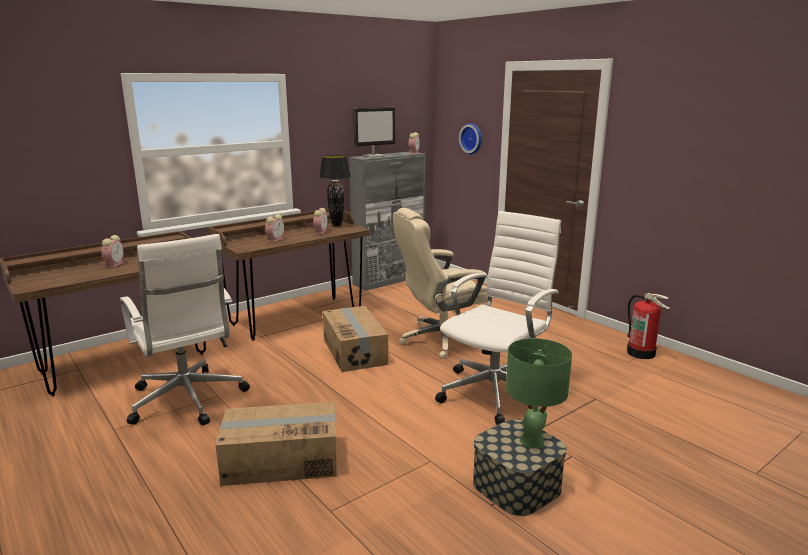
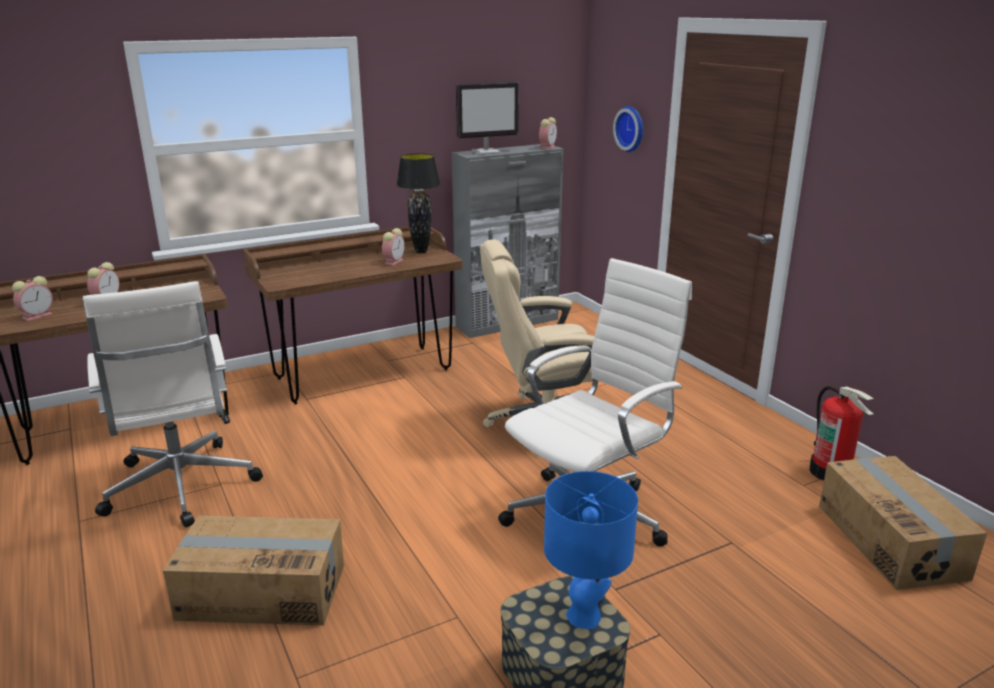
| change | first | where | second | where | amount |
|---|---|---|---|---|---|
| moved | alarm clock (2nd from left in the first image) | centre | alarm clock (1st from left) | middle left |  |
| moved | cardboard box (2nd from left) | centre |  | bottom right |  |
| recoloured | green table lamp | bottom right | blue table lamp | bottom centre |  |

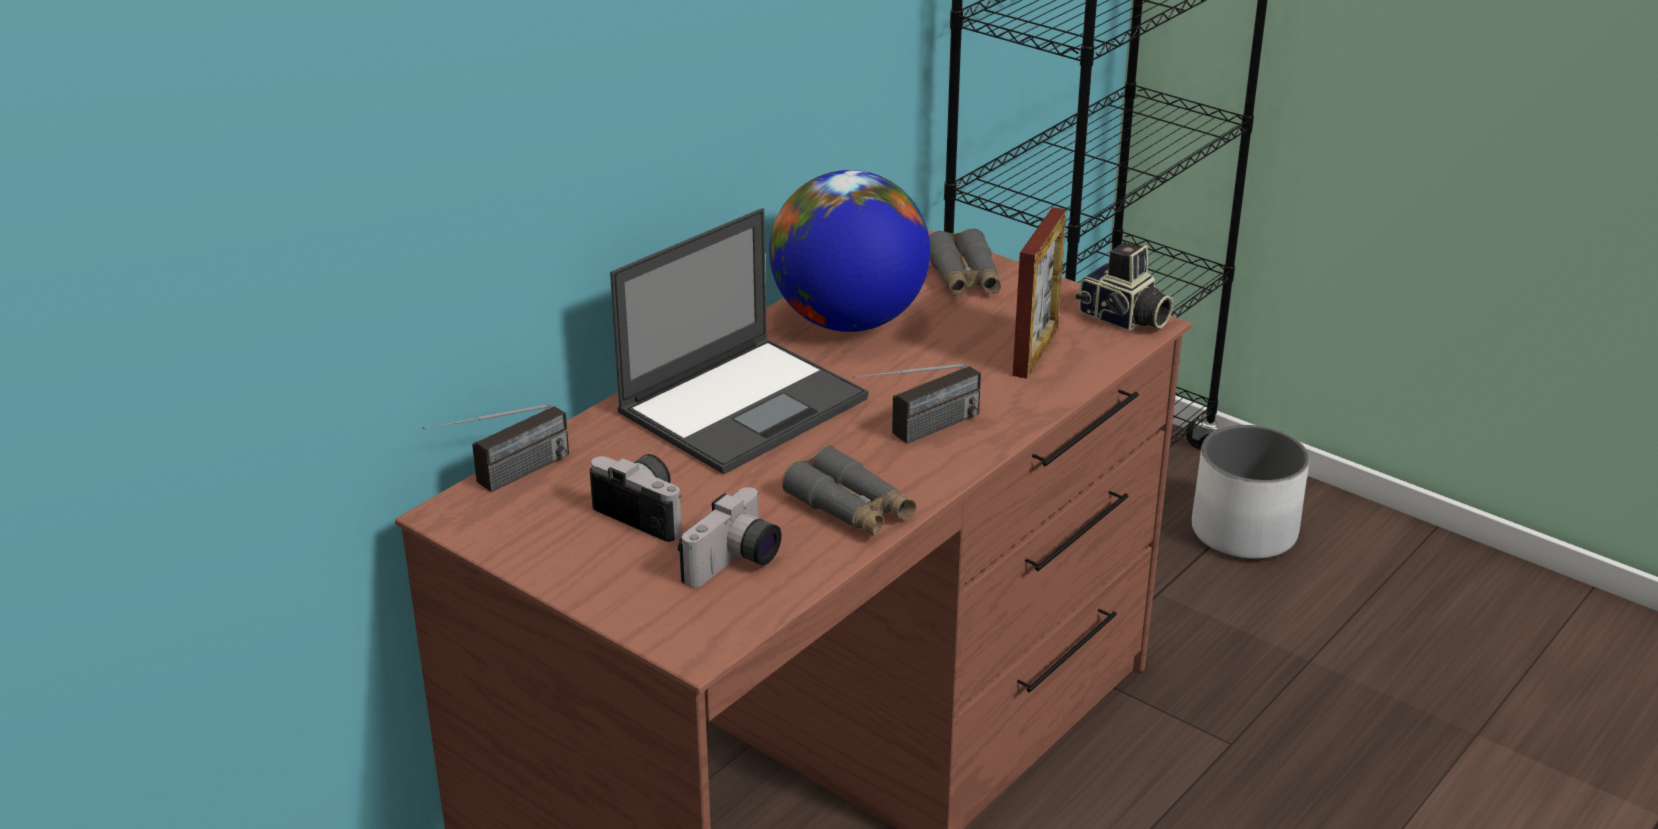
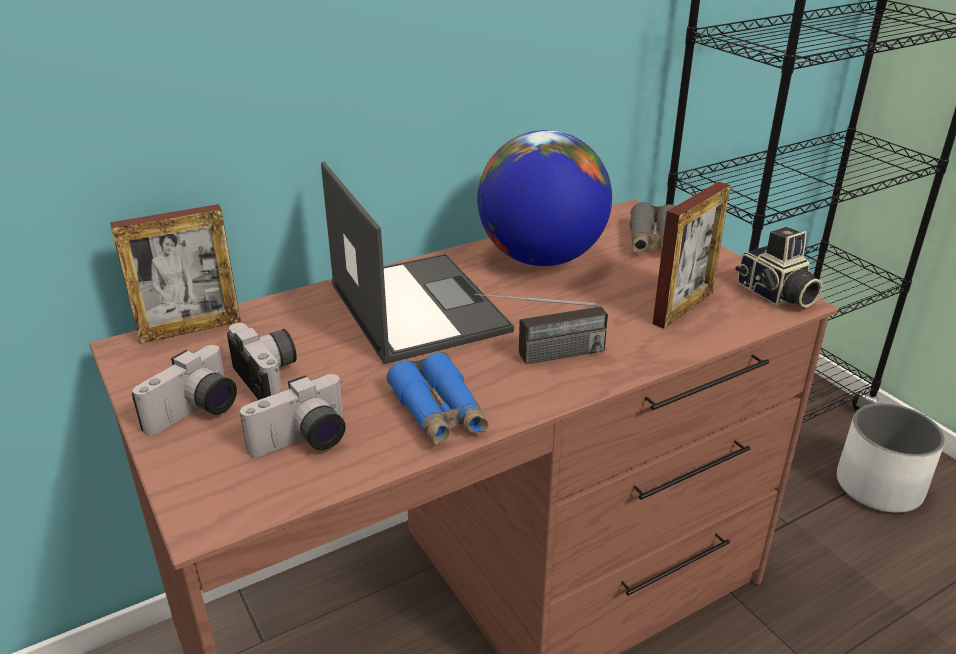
| change | first | where | second | where | amount |
|---|---|---|---|---|---|
| replaced | radio (1st from left) | middle left | picture frame (1st from left) | middle left |  |
| turned | laptop | centre |  | centre | 90 degrees counterclockwise |
| recoloured | grey binoculars (1st from left) | centre | blue binoculars | centre |  |
| added |  |  | photo camera (1st from left) | middle left |  |

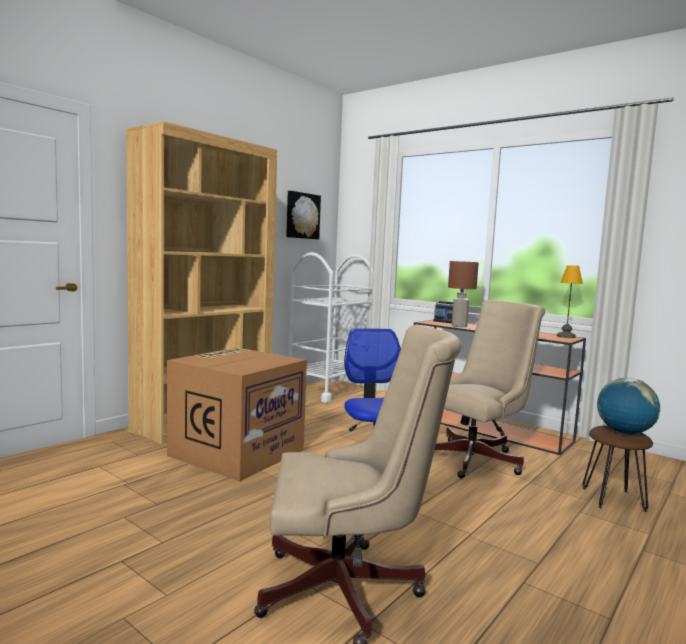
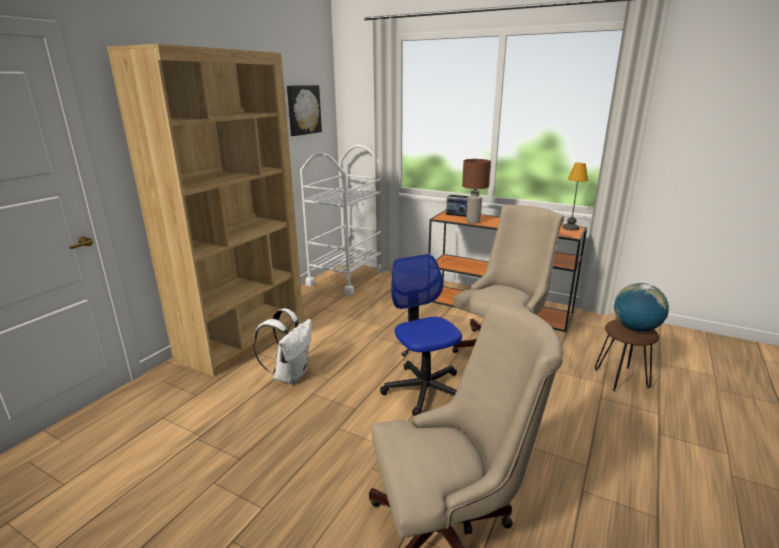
| change | first | where | second | where | amount |
|---|---|---|---|---|---|
| replaced | cardboard box | centre | white backpack | centre |  |

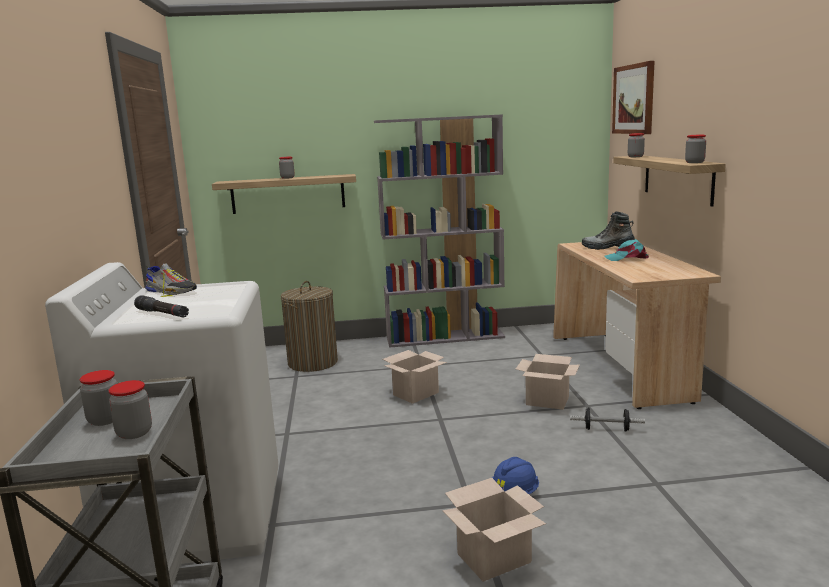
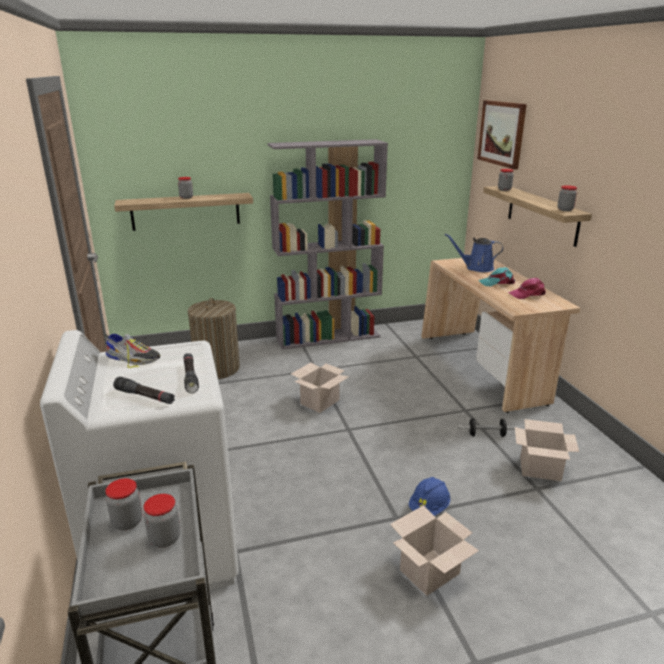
| change | first | where | second | where | amount |
|---|---|---|---|---|---|
| moved | cardboard box (3rd from left) | centre |  | bottom right |  |
| replaced | boot | middle right | blue watering can | middle right |  |
| added |  |  | black flashlight (2nd from left) | middle left |  |
| added |  |  | pink cap | middle right |  |

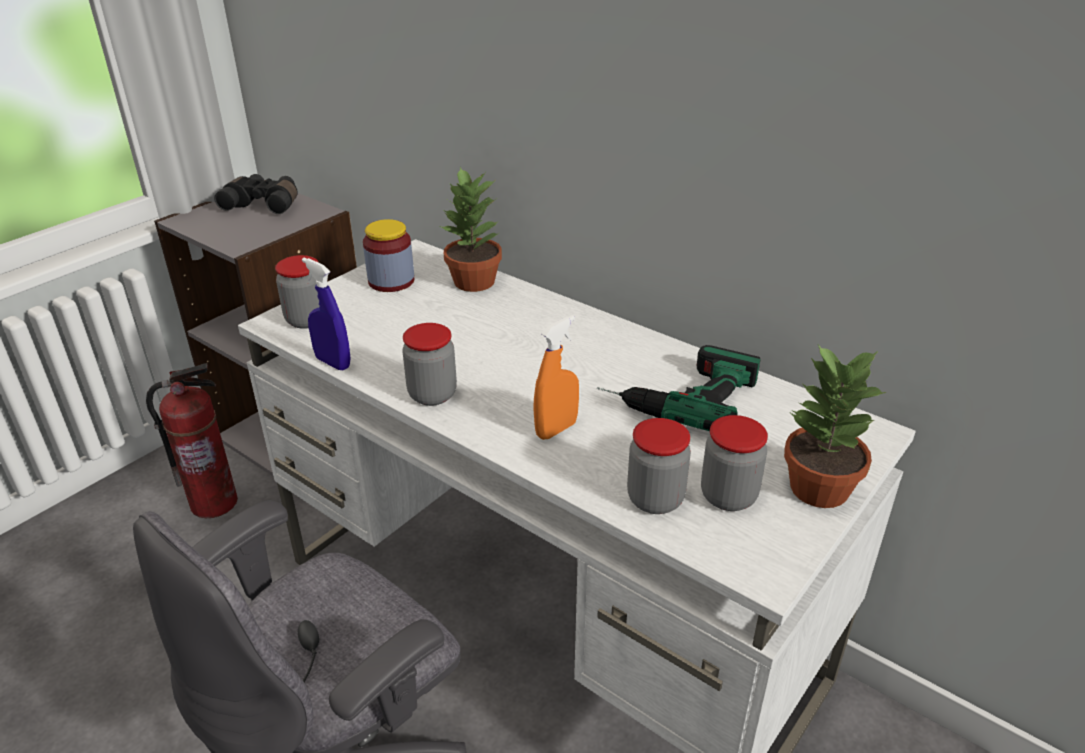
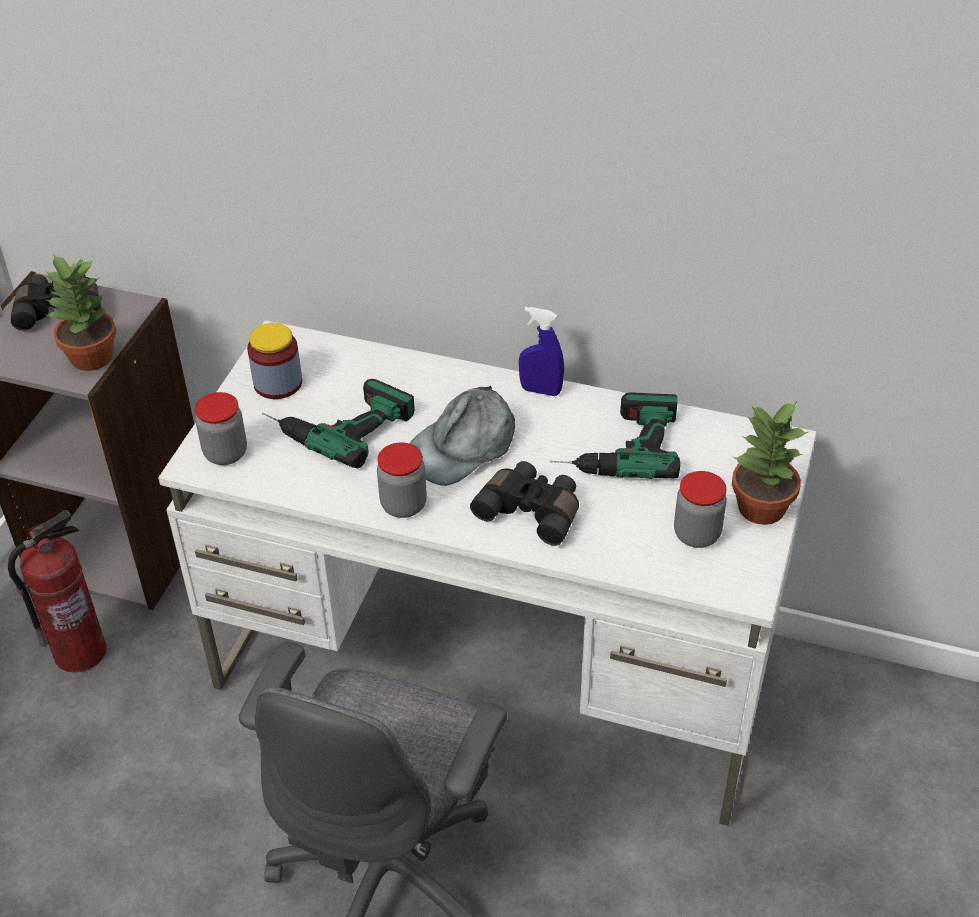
| change | first | where | second | where | amount |
|---|---|---|---|---|---|
| moved | blue spray bottle | middle left |  | centre |  |
| moved | potted plant (1st from left) | top centre |  | middle left |  |
| replaced | orange spray bottle | centre | black binoculars (2nd from left) | centre |  |
| removed | jar (4th from left) | centre |  |  |  |
| added |  |  | power drill (1st from left) | centre |  |
| added |  |  | grey cap | centre |  |

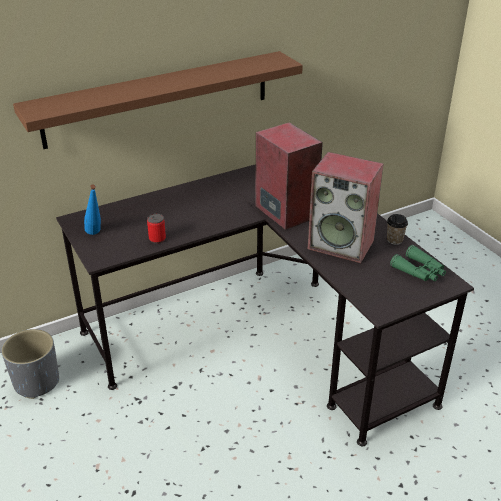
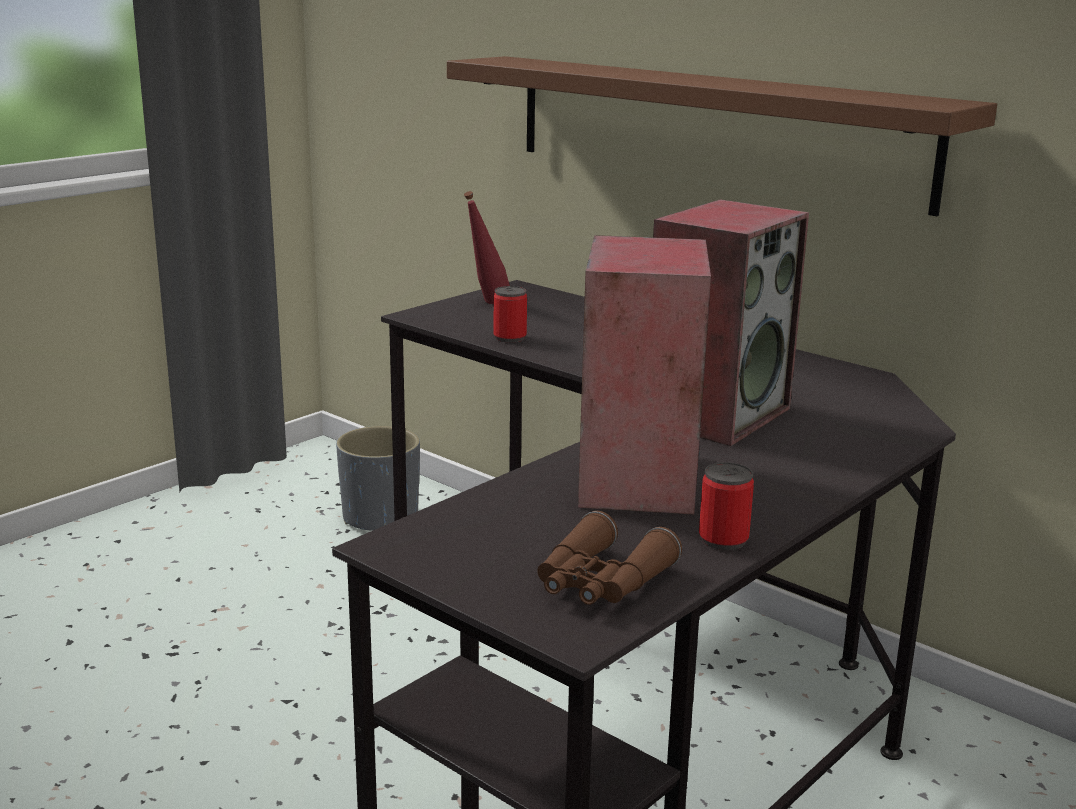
| change | first | where | second | where | amount |
|---|---|---|---|---|---|
| recoloured | blue bottle | middle left | red bottle | top centre |  |
| replaced | cup | middle right | can (2nd from left) | middle right |  |
| recoloured | green binoculars | middle right | brown binoculars | bottom centre |  |

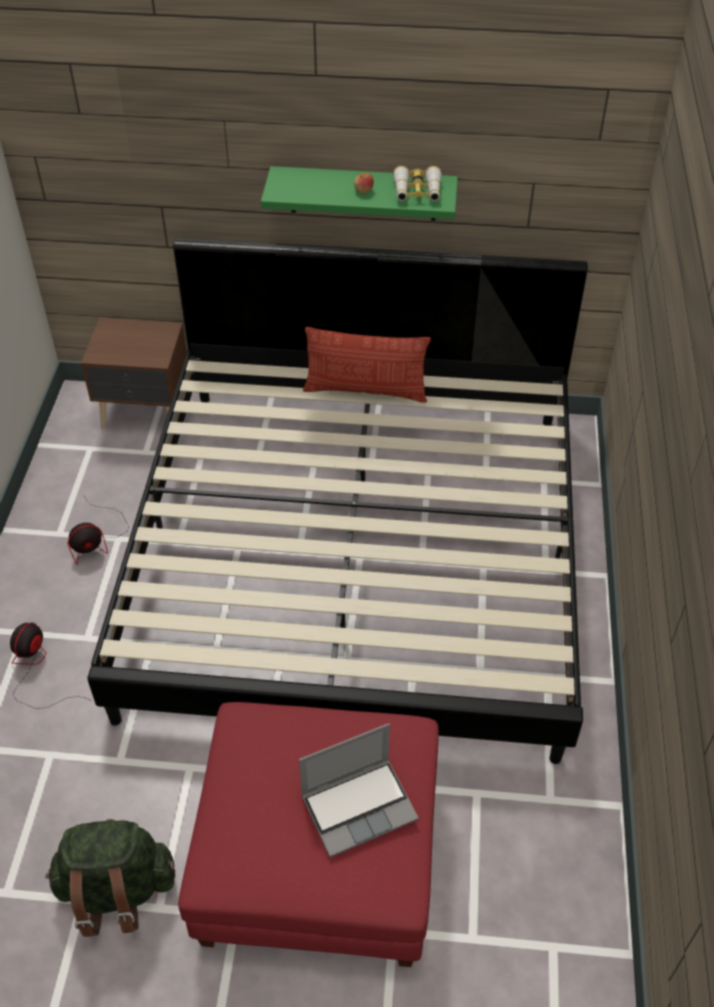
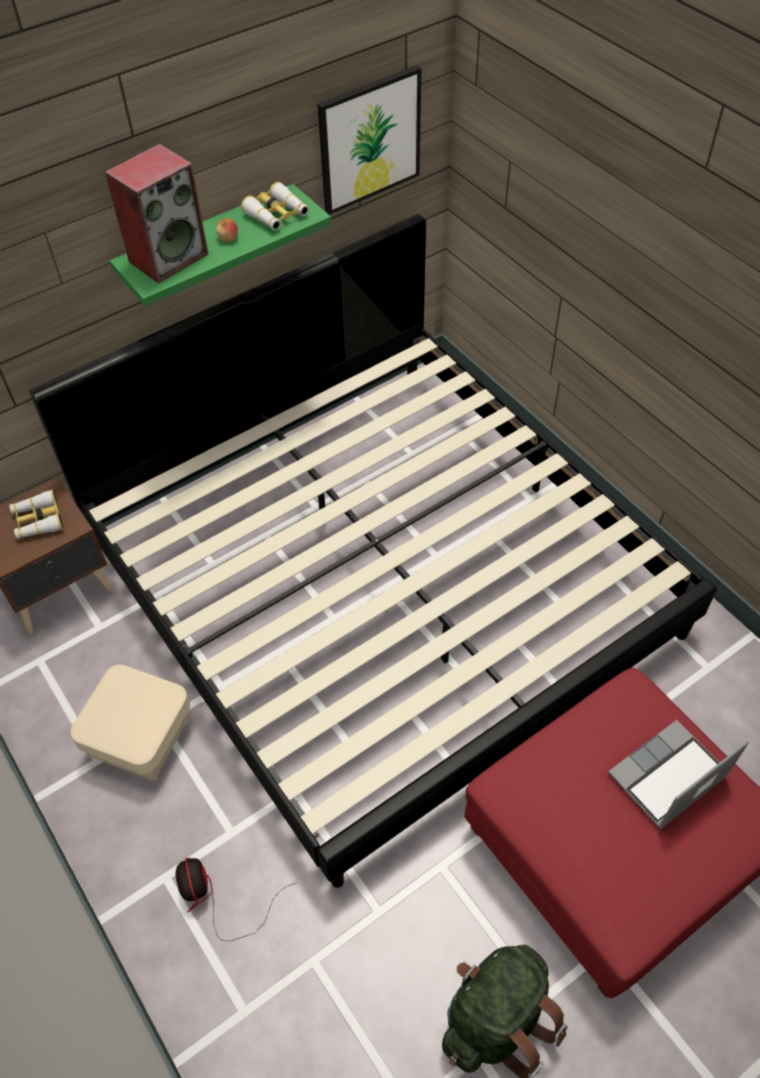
| change | first | where | second | where | amount |
|---|---|---|---|---|---|
| replaced | fan (2nd from left) | middle left | beige ottoman | bottom left |  |
| turned | laptop | bottom centre |  | bottom right | 150 degrees counterclockwise |
| removed | pillow | centre |  |  |  |
| added |  |  | binoculars (1st from left) | middle left |  |
| added |  |  | speaker | top left |  |
| added |  |  | picture | top centre |  |

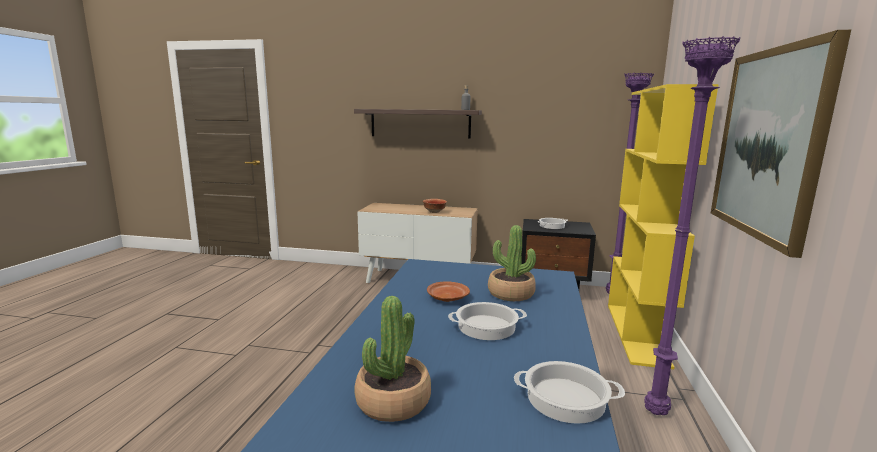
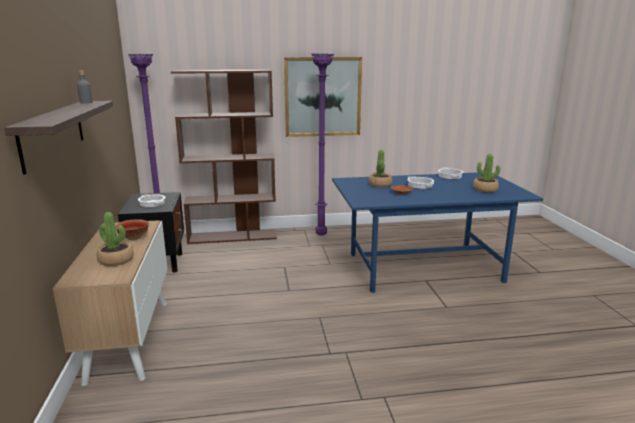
| change | first | where | second | where | amount |
|---|---|---|---|---|---|
| recoloured | yellow bookcase | middle right | brown bookcase | centre |  |
| added |  |  | potted plant (1st from left) | middle left |  |

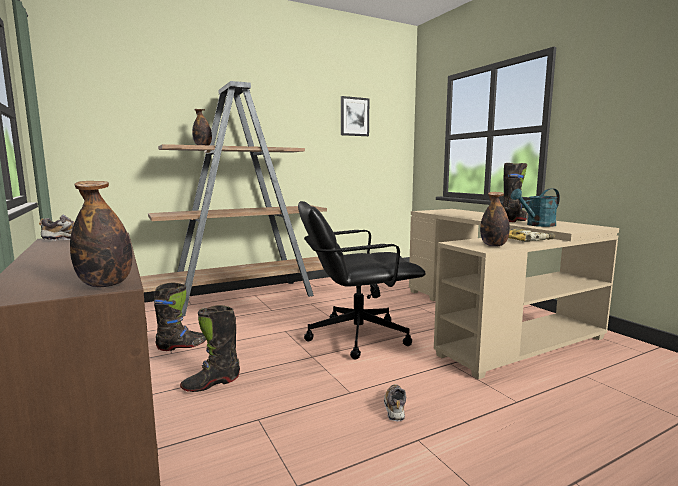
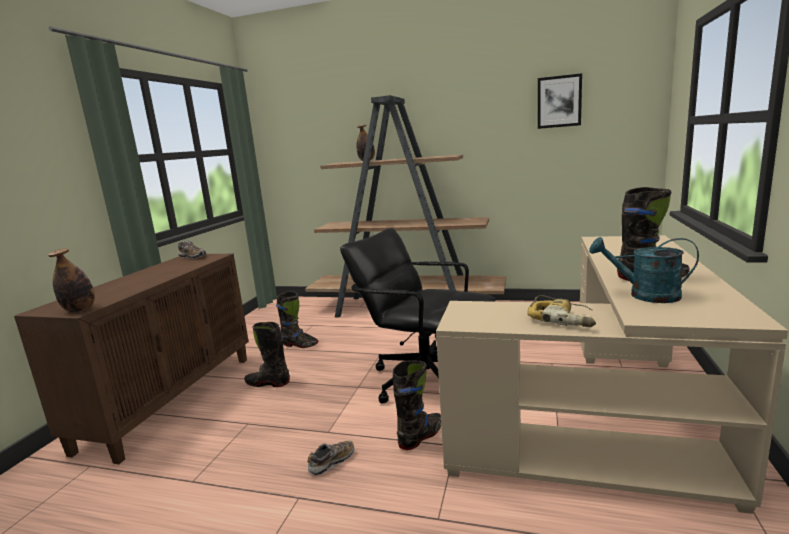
| change | first | where | second | where | amount |
|---|---|---|---|---|---|
| removed | bottle (3rd from left) | middle right |  |  |  |
| added |  |  | black boot (3rd from left) | bottom centre |  |

